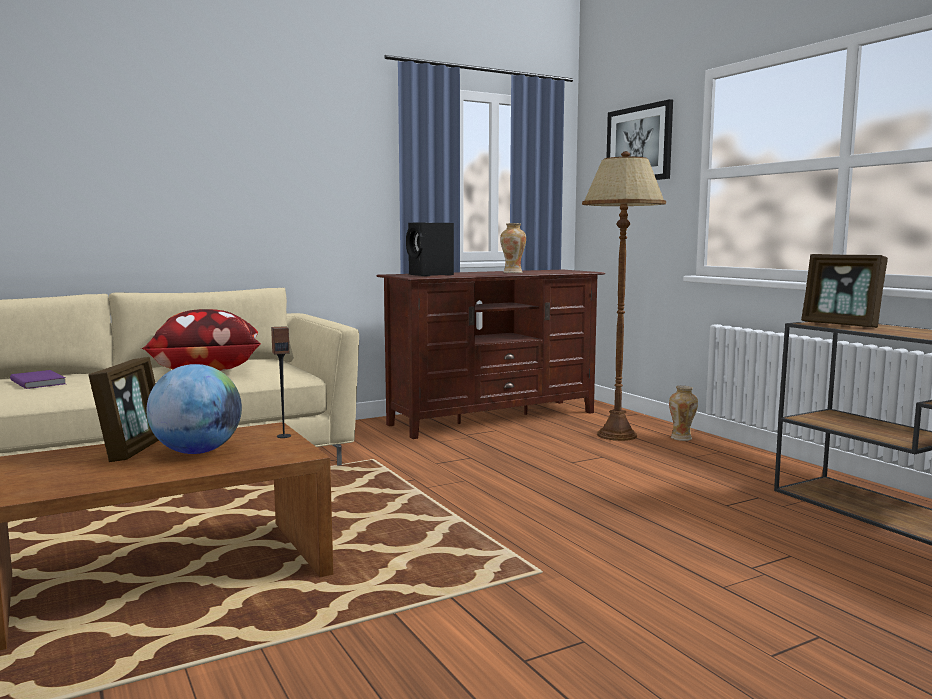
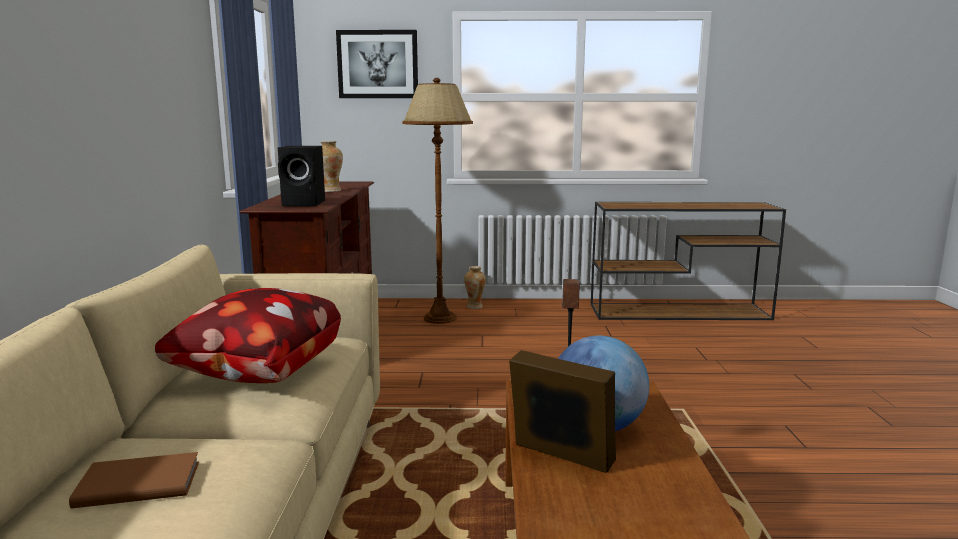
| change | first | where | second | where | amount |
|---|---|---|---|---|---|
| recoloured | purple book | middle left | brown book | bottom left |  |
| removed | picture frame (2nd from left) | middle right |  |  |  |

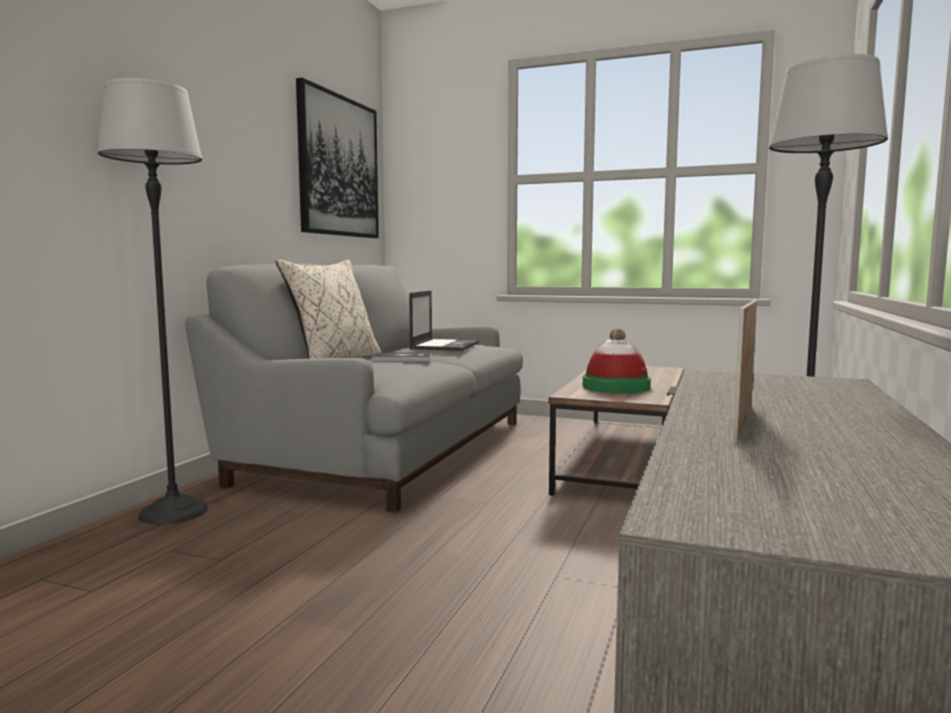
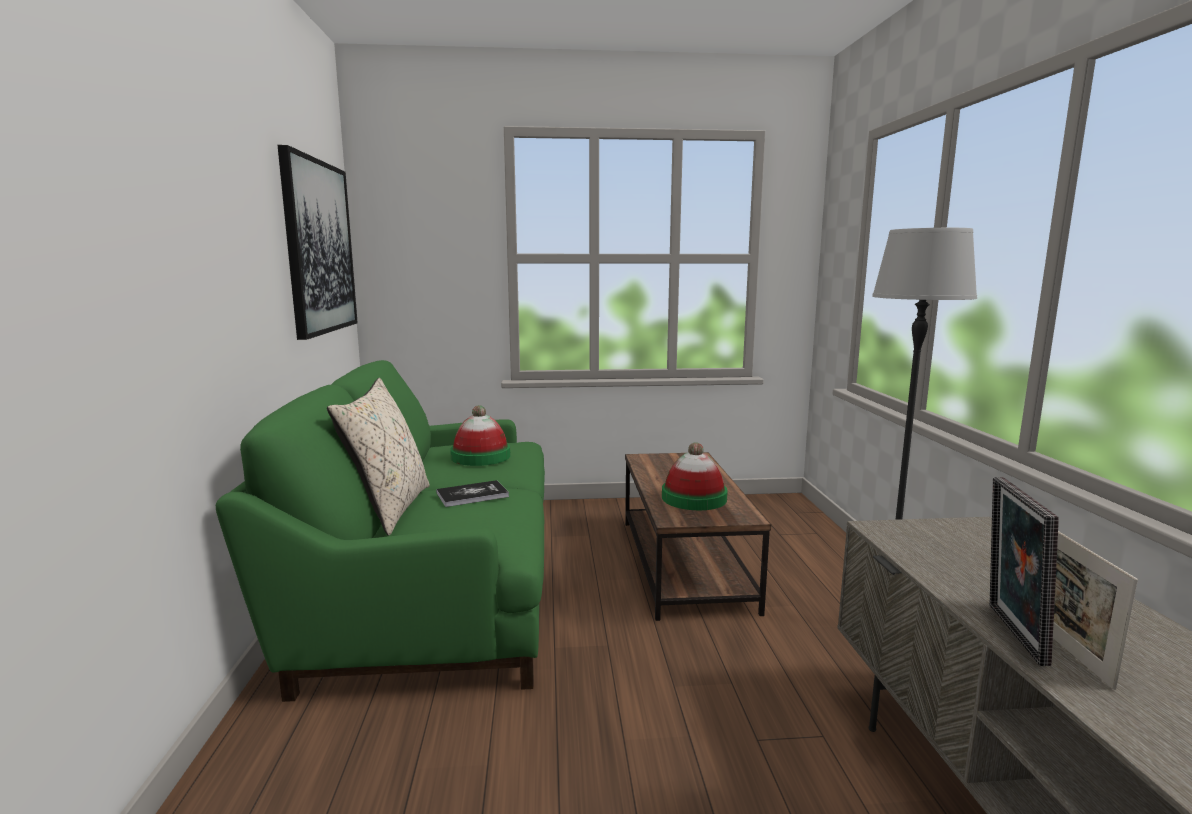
| change | first | where | second | where | amount |
|---|---|---|---|---|---|
| removed | floor lamp (1st from left) | middle left |  |  |  |
| recoloured | grey sofa | centre | green sofa | middle left |  |
| replaced | laptop | centre | hat (1st from left) | centre |  |
| added |  |  | picture frame (1st from left) | bottom right |  |

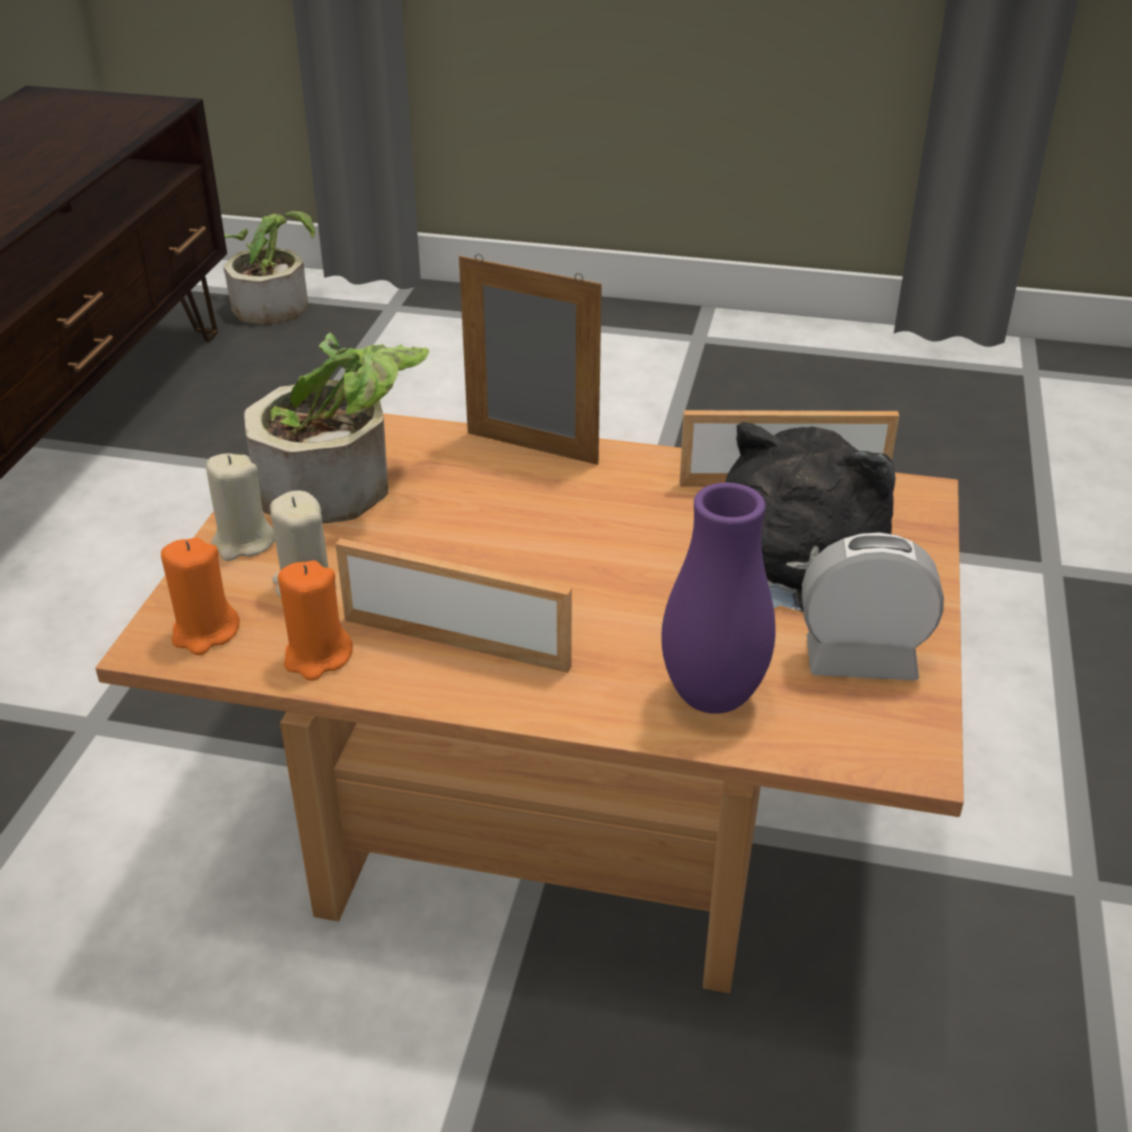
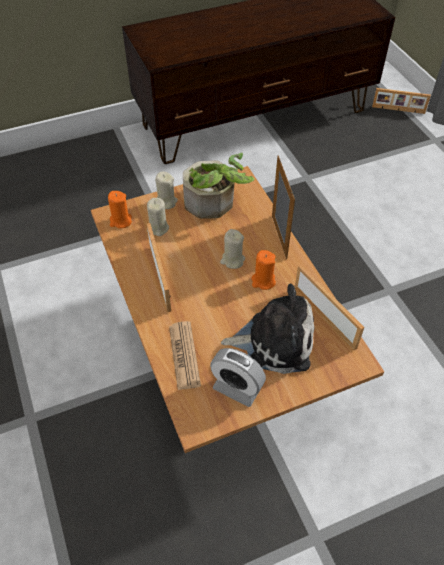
| change | first | where | second | where | amount |
|---|---|---|---|---|---|
| replaced | potted plant (1st from left) | top left | picture frame (4th from left) | top right |  |
| moved | orange candle (2nd from left) | middle left |  | centre |  |
| replaced | purple vase | centre | newspaper | centre |  |
| turned | alarm clock | middle right |  | bottom centre | 150 degrees clockwise |
| added |  |  | beige candle (3rd from left) | centre |  |

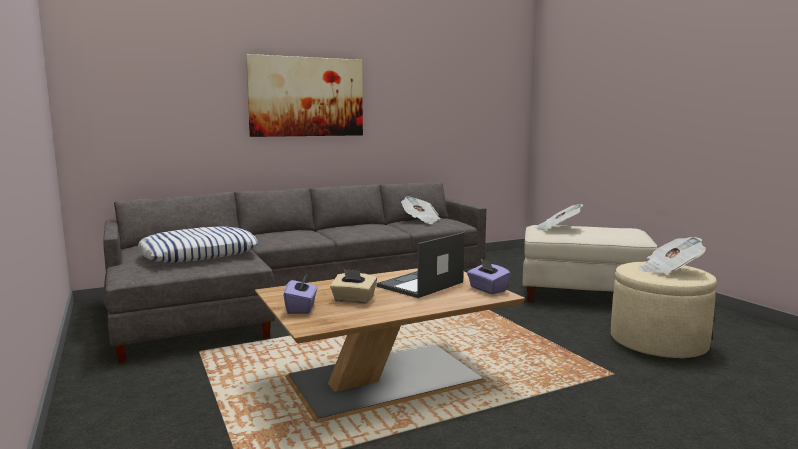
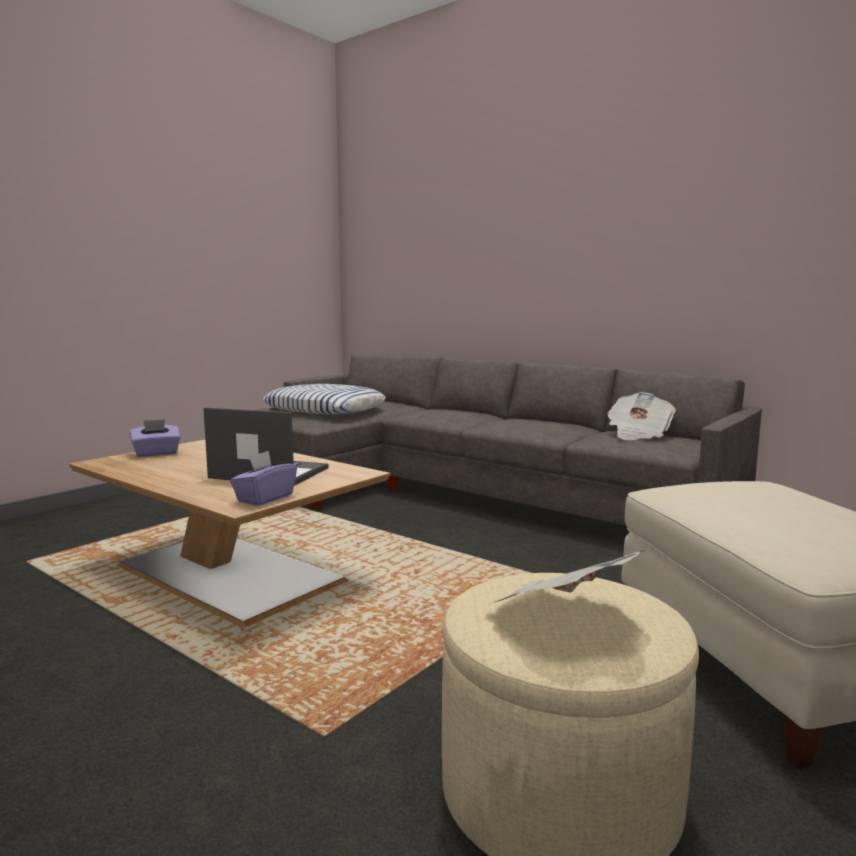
| change | first | where | second | where | amount |
|---|---|---|---|---|---|
| removed | picture | top centre |  |  |  |
| removed | beige tissue box | centre |  |  |  |
| removed | newspaper (2nd from left) | middle right |  |  |  |

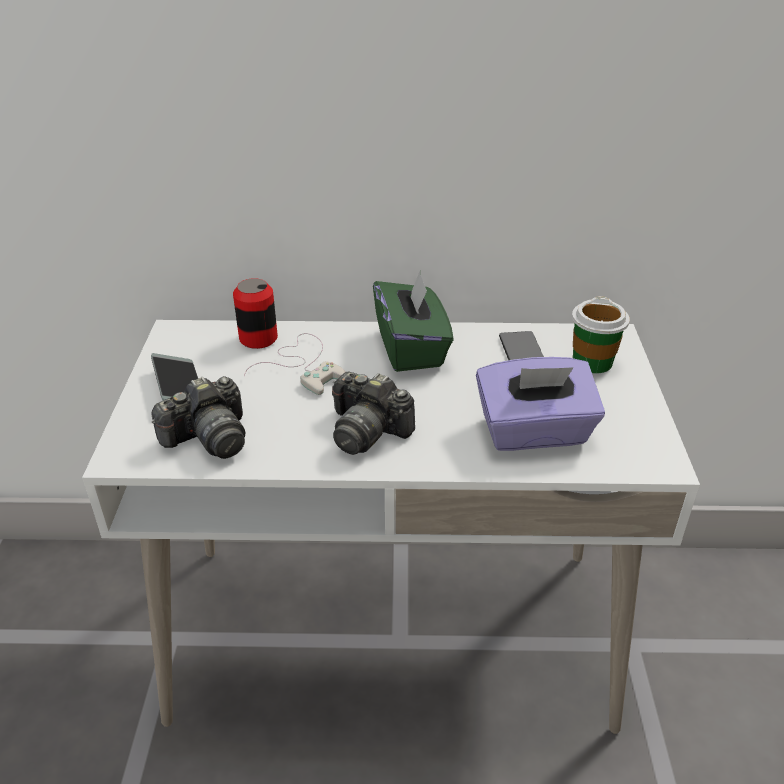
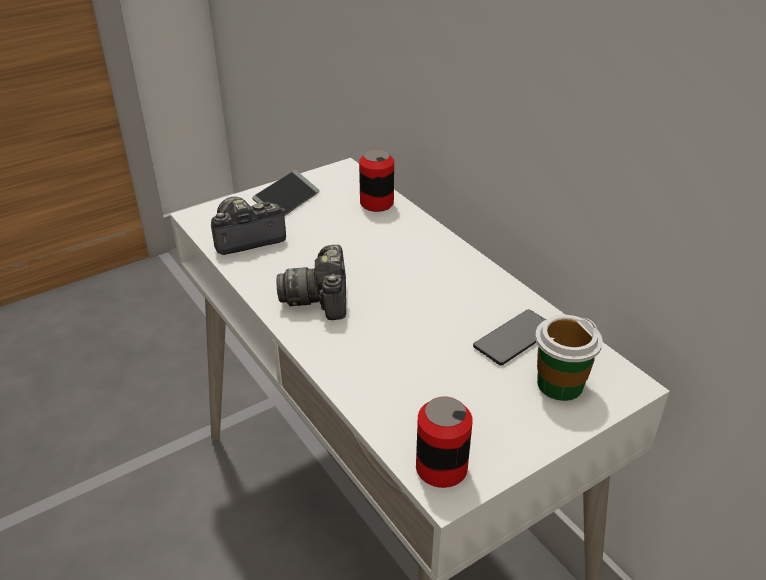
| change | first | where | second | where | amount |
|---|---|---|---|---|---|
| turned | photo camera (1st from left) | middle left |  | middle left | 135 degrees clockwise |
| removed | white game controller | centre |  |  |  |
| removed | green tissue box | centre |  |  |  |
| removed | purple tissue box | middle right |  |  |  |
| added |  |  | can (2nd from left) | bottom centre |  |

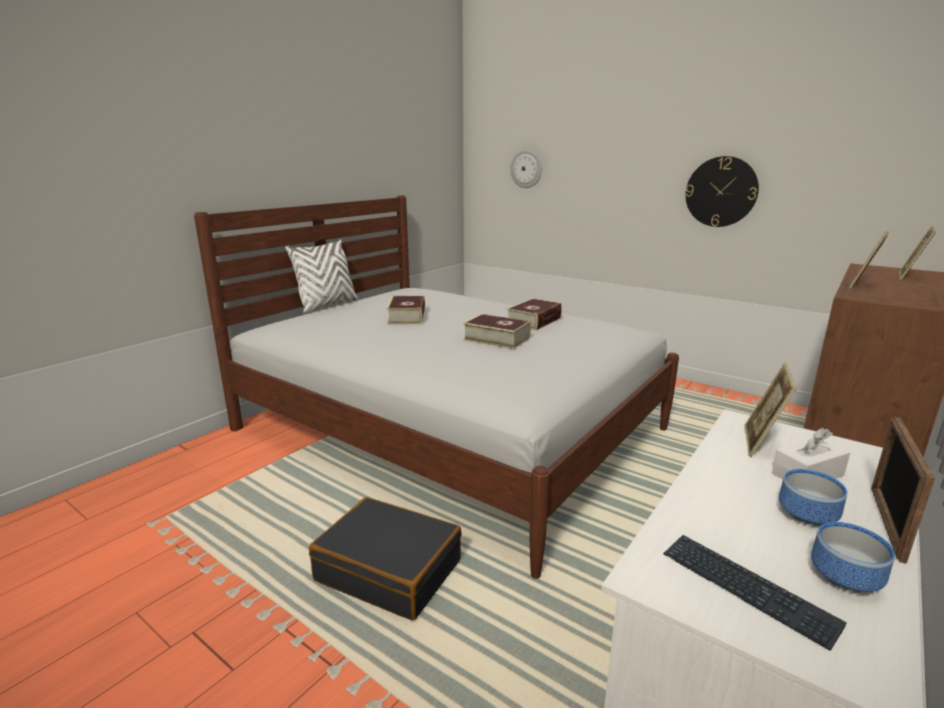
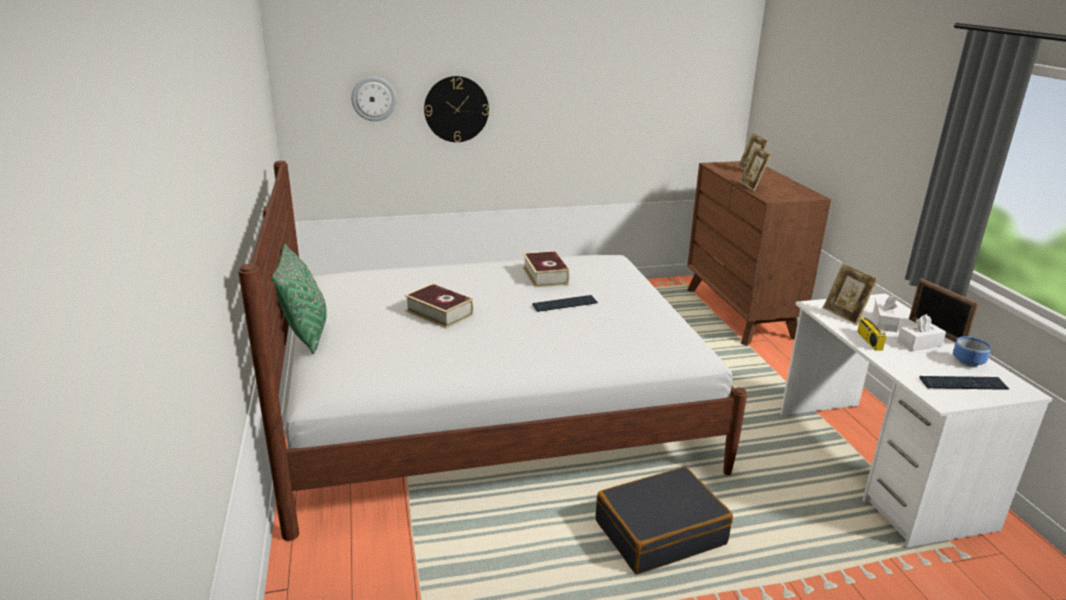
| change | first | where | second | where | amount |
|---|---|---|---|---|---|
| recoloured | white pillow | centre | green pillow | middle left |  |
| replaced | book (2nd from left) | centre | keyboard (1st from left) | centre |  |
| moved | wall clock (2nd from left) | top right |  | top centre |  |
| replaced | bowl (1st from left) | bottom right | white tissue box (2nd from left) | middle right |  |
| added |  |  | radio | middle right |  |

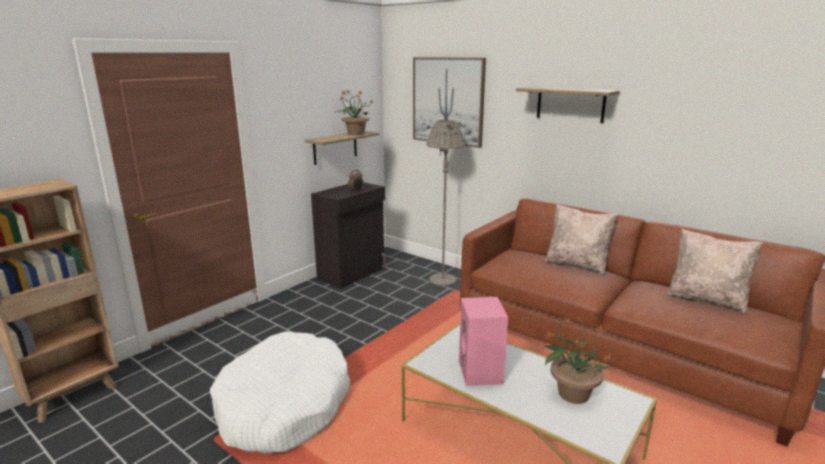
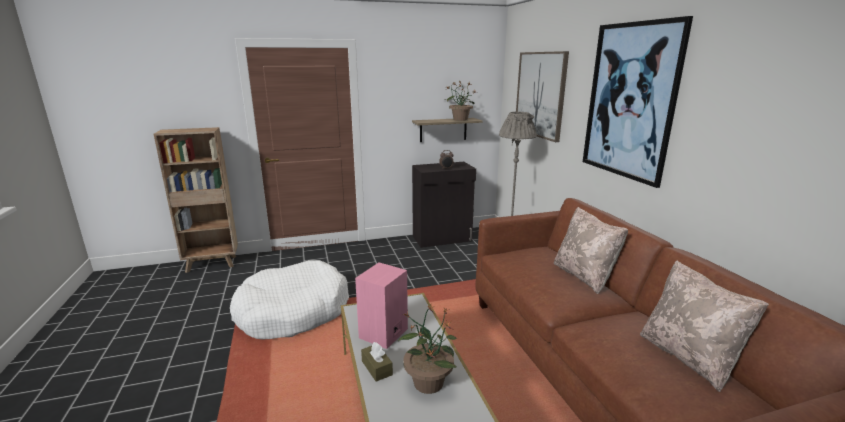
| change | first | where | second | where | amount |
|---|---|---|---|---|---|
| replaced | shelf (2nd from left) | top right | picture (2nd from left) | top right |  |
| added |  |  | brown tissue box | bottom centre |  |

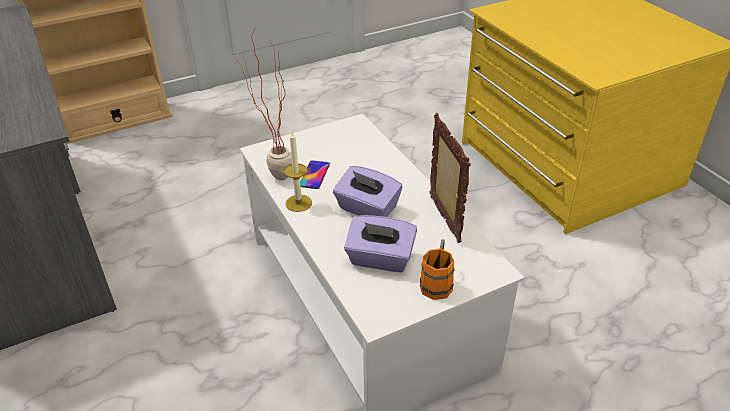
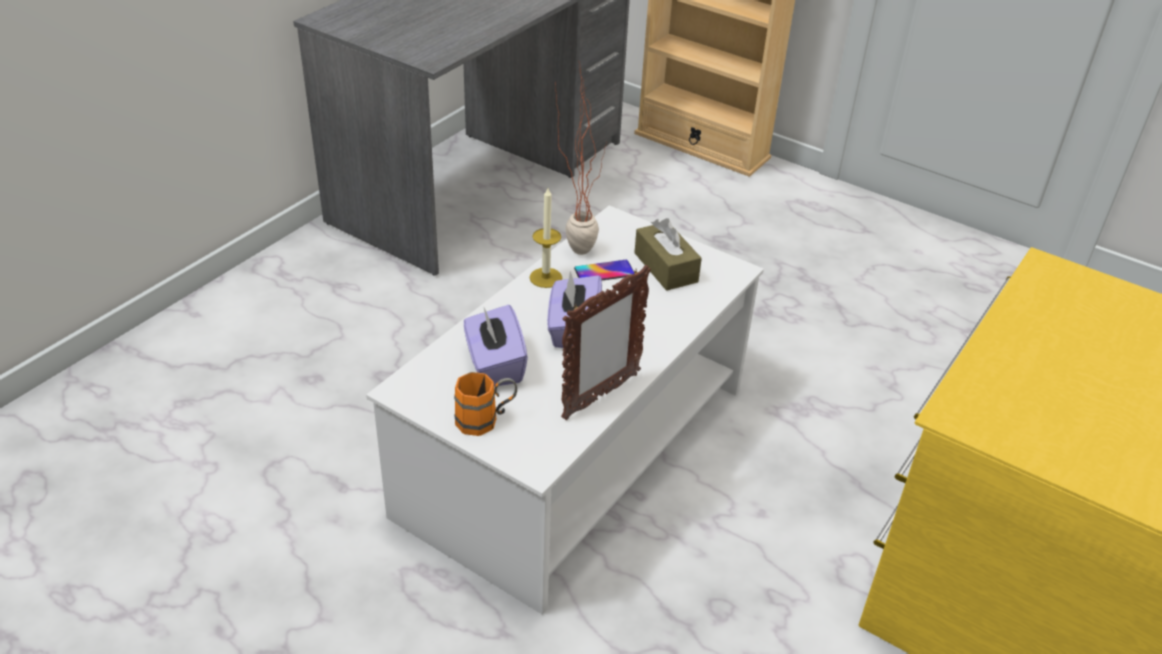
| change | first | where | second | where | amount |
|---|---|---|---|---|---|
| added |  |  | brown tissue box | centre |  |

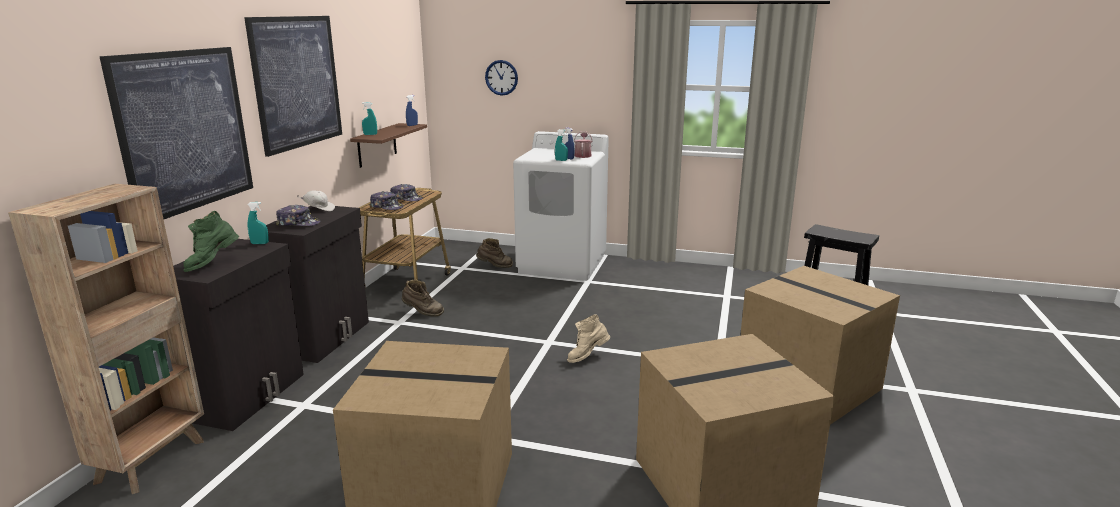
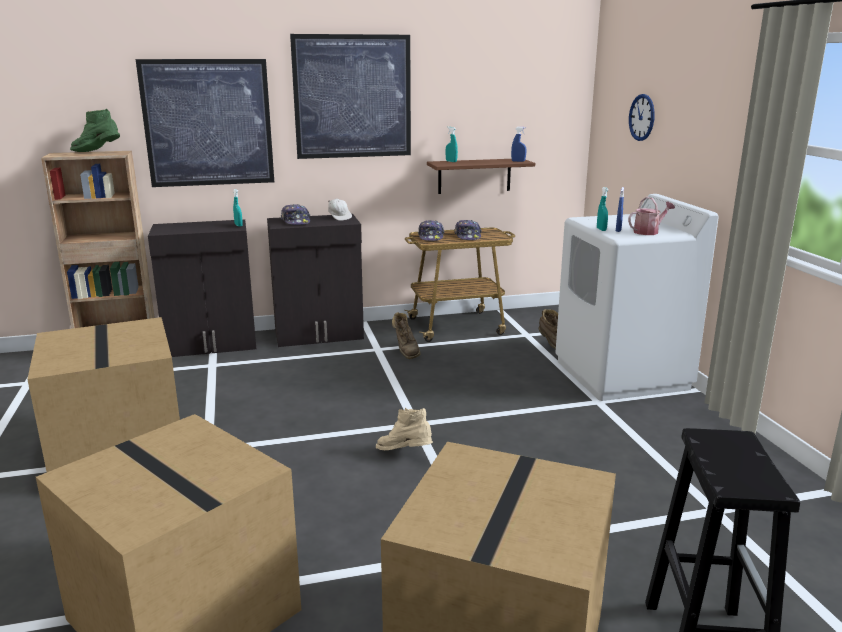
| change | first | where | second | where | amount |
|---|---|---|---|---|---|
| moved | green boot | middle left |  | top left |  |

